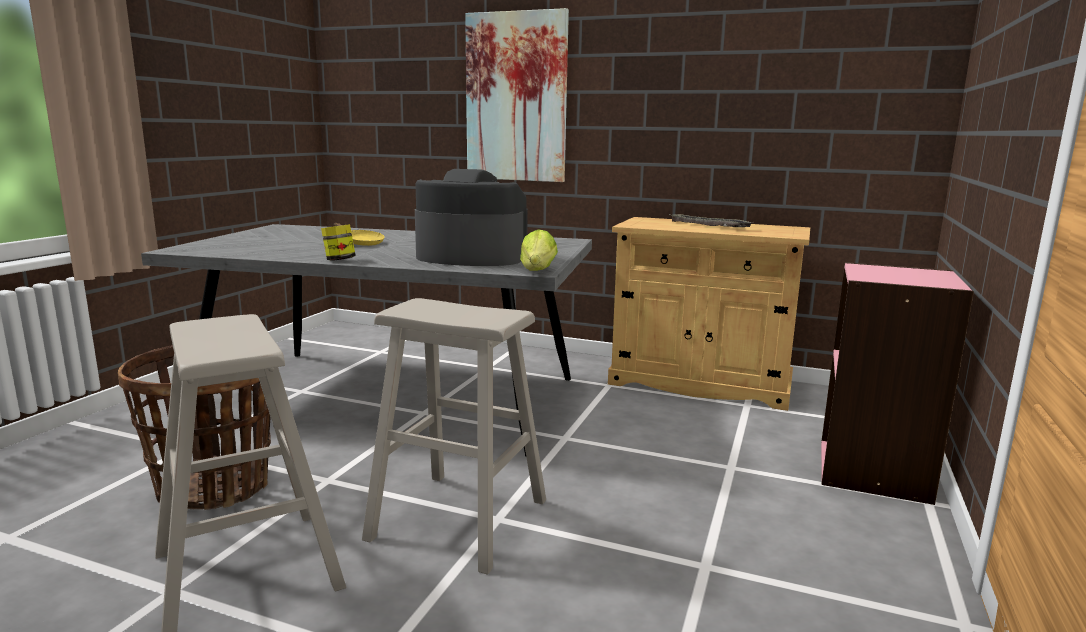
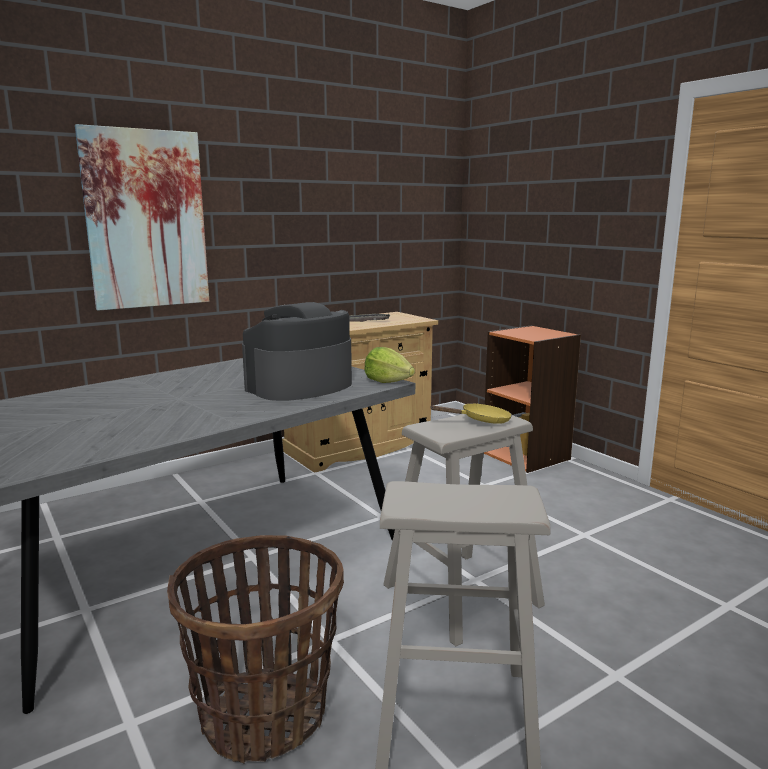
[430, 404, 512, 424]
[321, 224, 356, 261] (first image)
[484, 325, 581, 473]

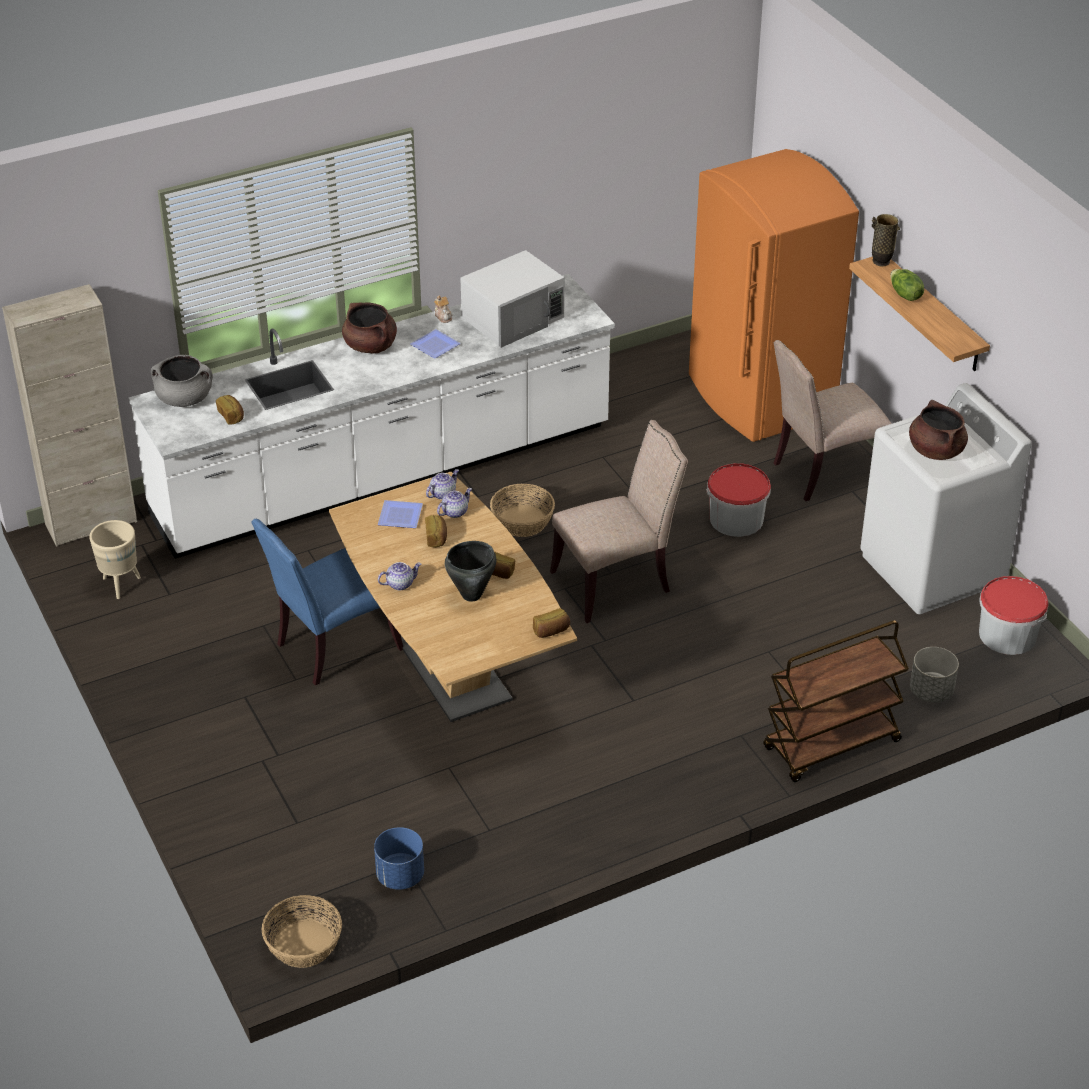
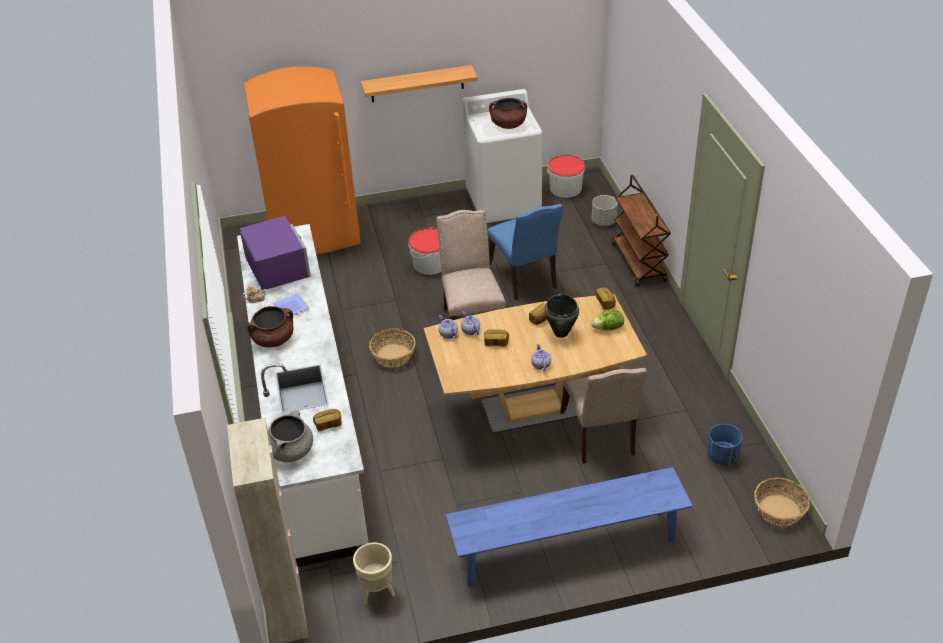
[872, 214, 900, 266] (first image)
[240, 216, 311, 291]
[591, 310, 624, 330]
[560, 365, 647, 464]
[378, 500, 423, 528] (first image)
[487, 204, 563, 300]
[446, 467, 693, 587]

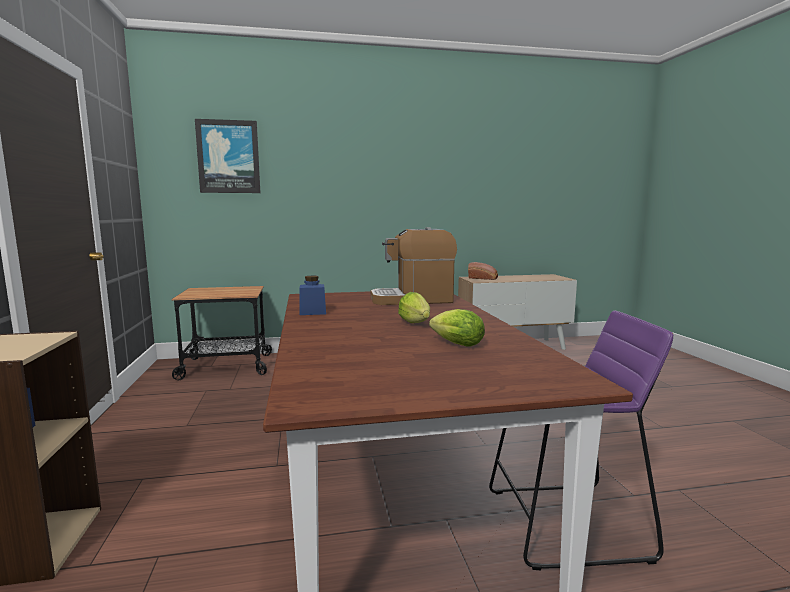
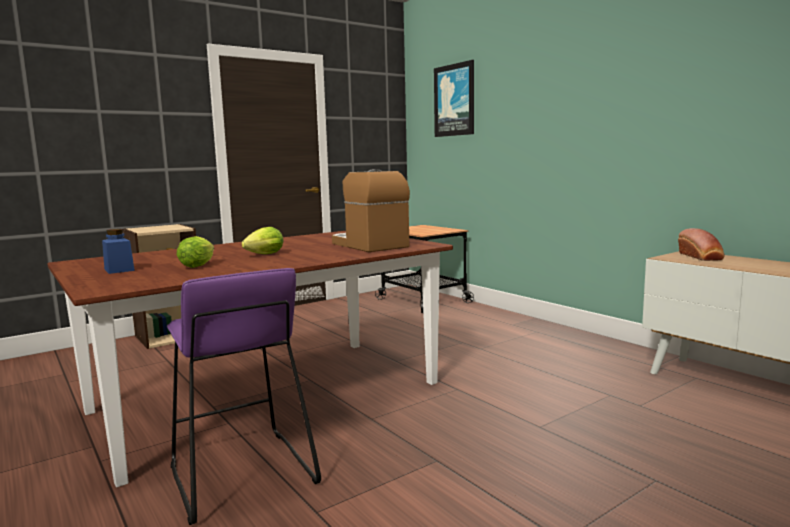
[102, 229, 135, 274]

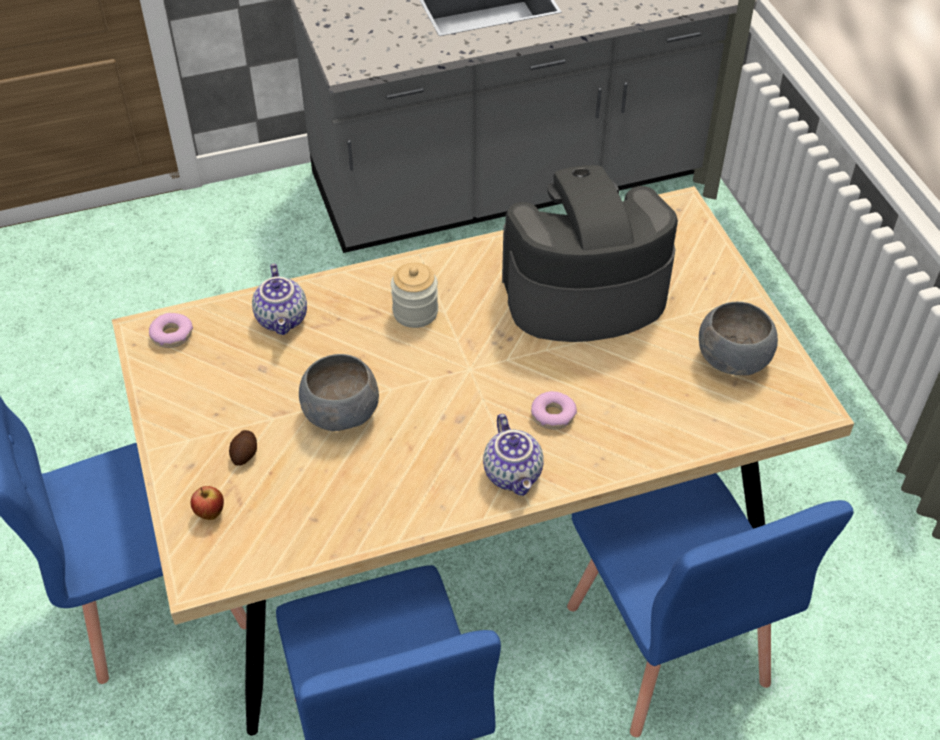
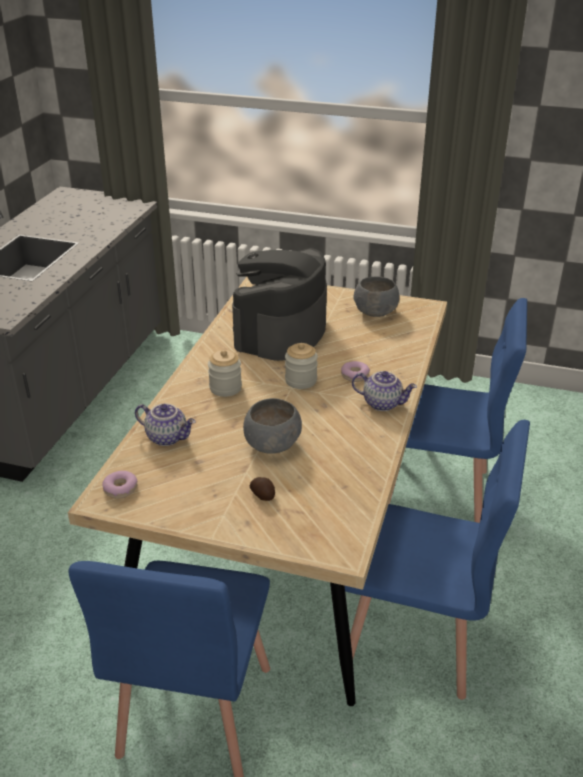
[191, 486, 224, 520] (first image)
[285, 343, 318, 389]

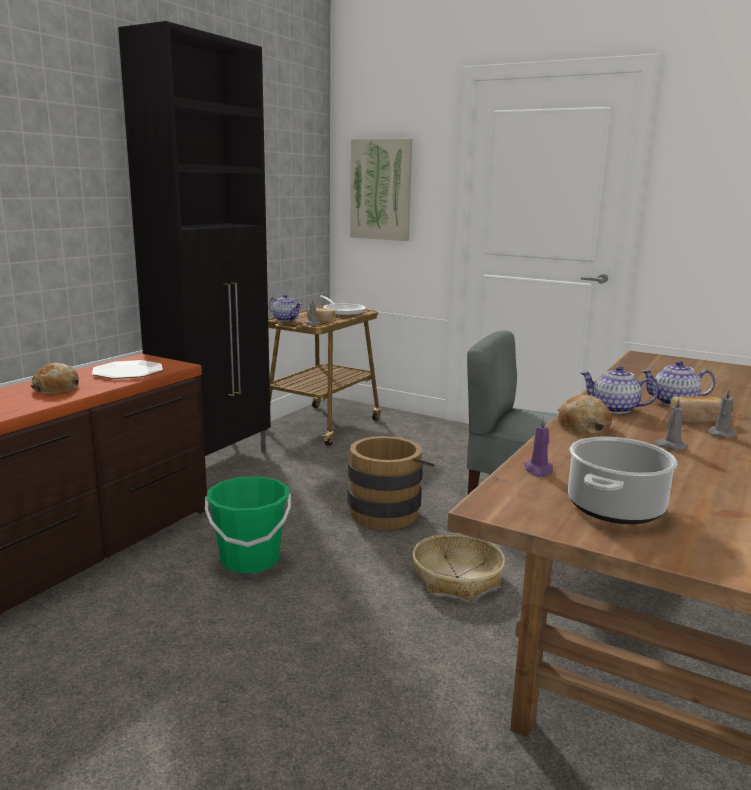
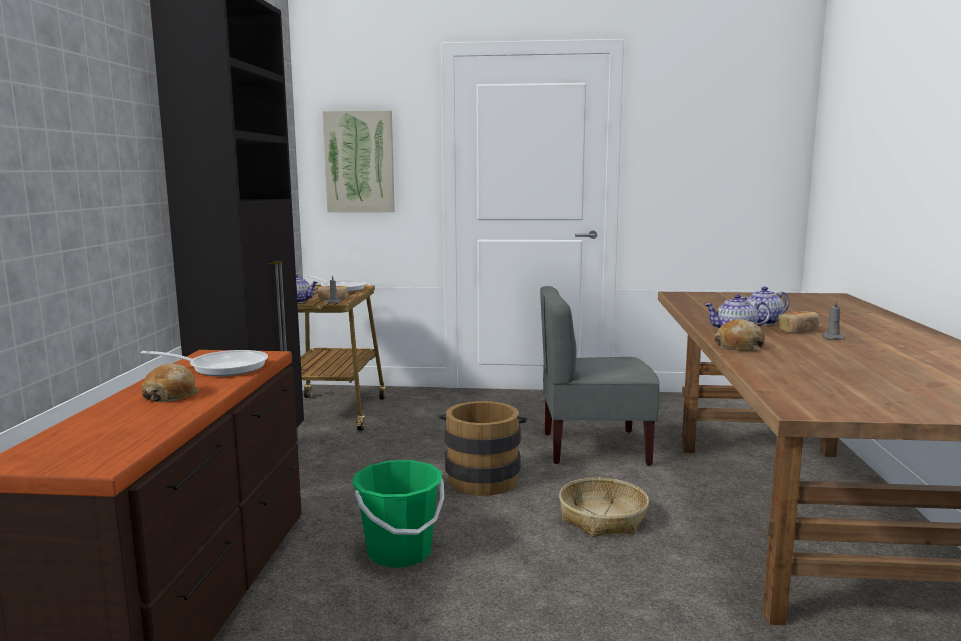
[141, 350, 268, 376]
[654, 398, 688, 450] (first image)
[524, 416, 553, 477] (first image)
[568, 437, 677, 524] (first image)

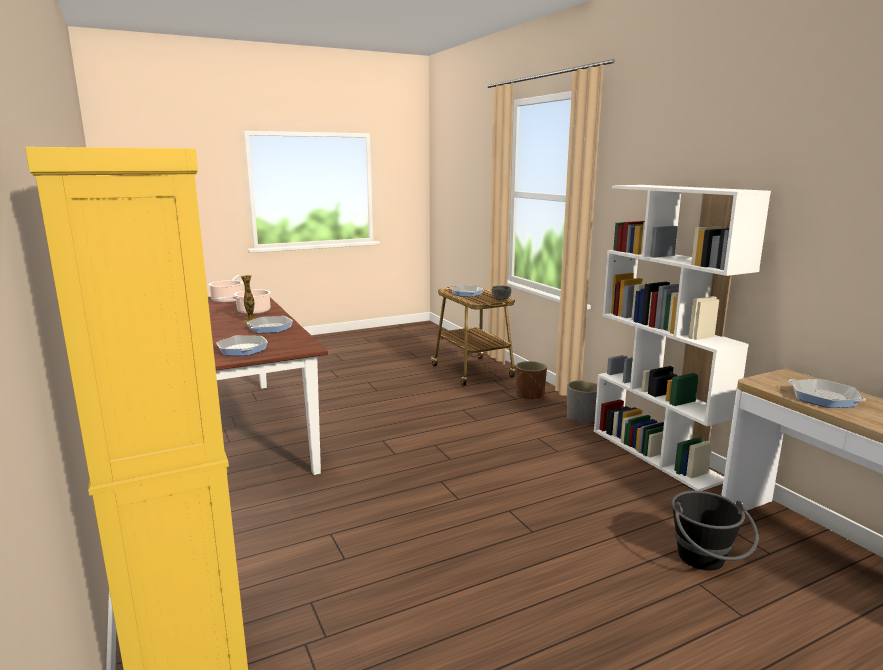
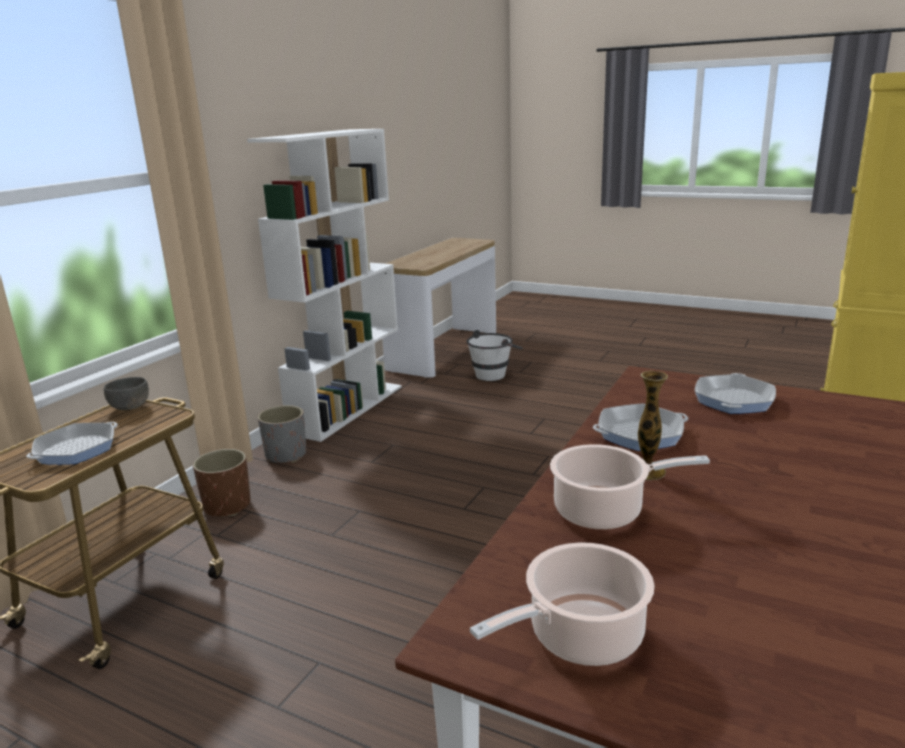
[788, 379, 866, 408] (first image)
[467, 330, 523, 381]

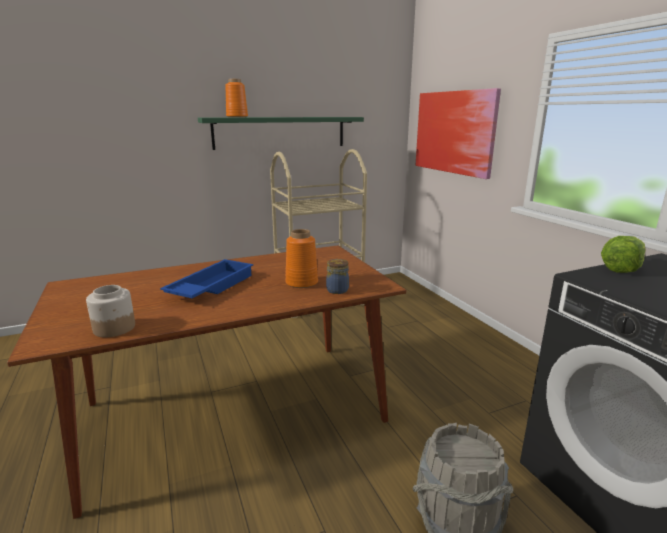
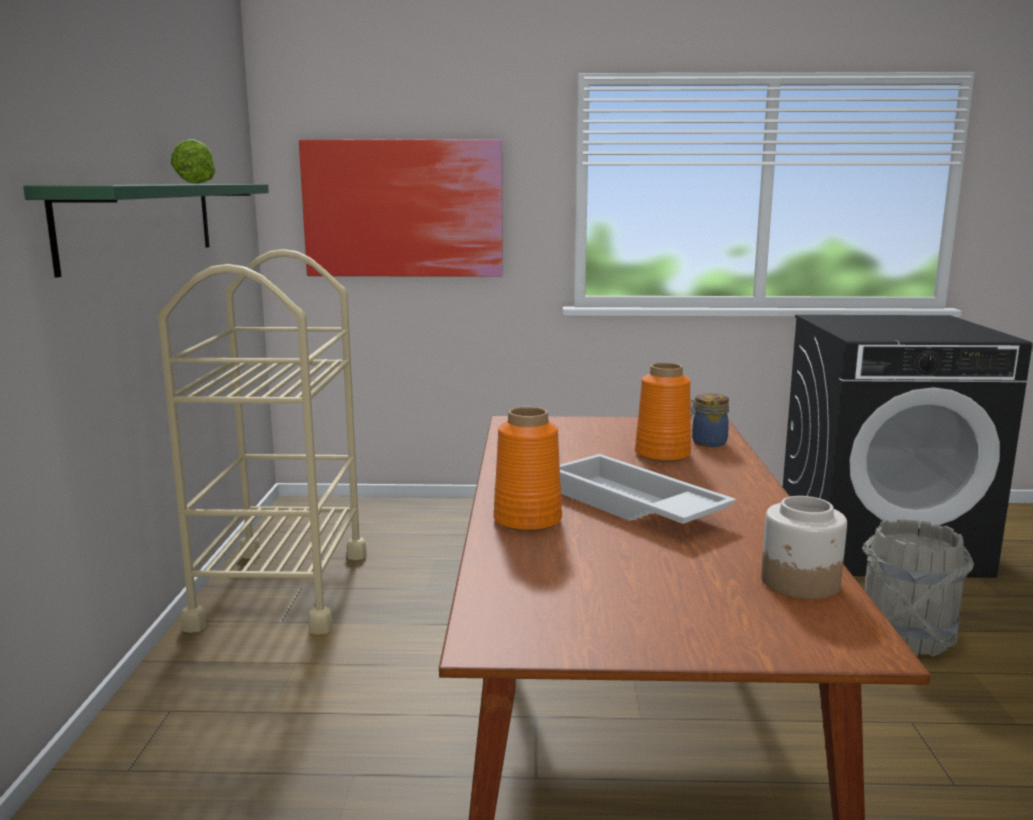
[493, 407, 562, 531]
[171, 139, 216, 184]
[560, 454, 736, 524]

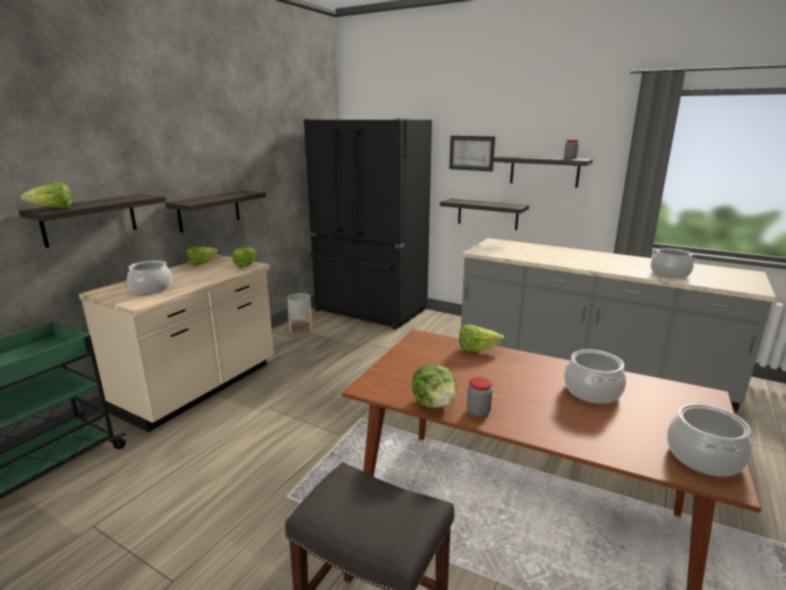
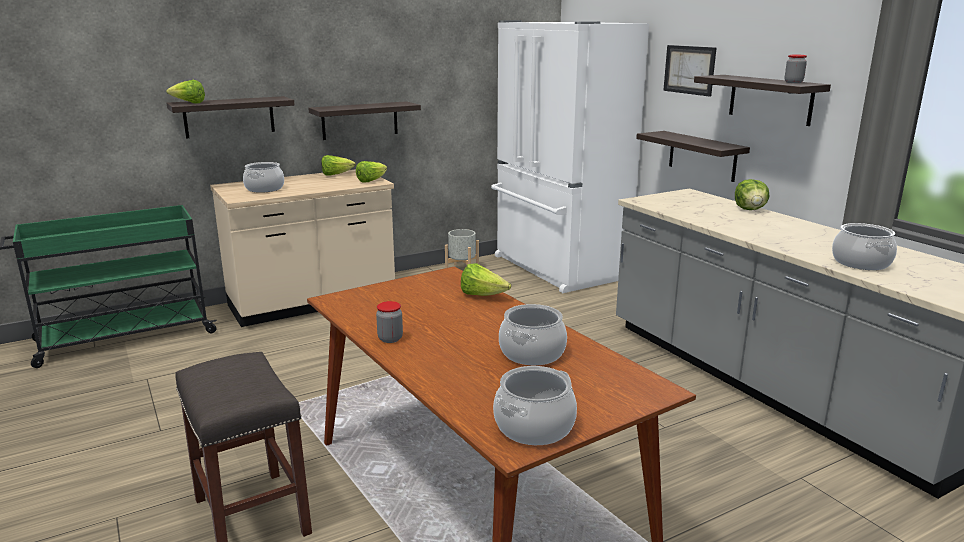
[491, 20, 649, 293]
[735, 179, 770, 210]

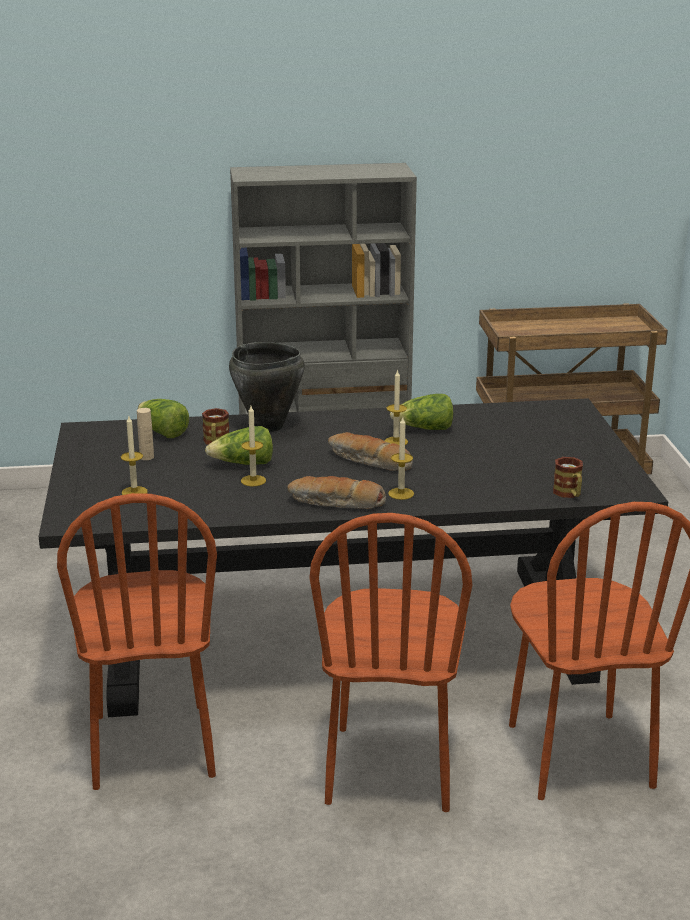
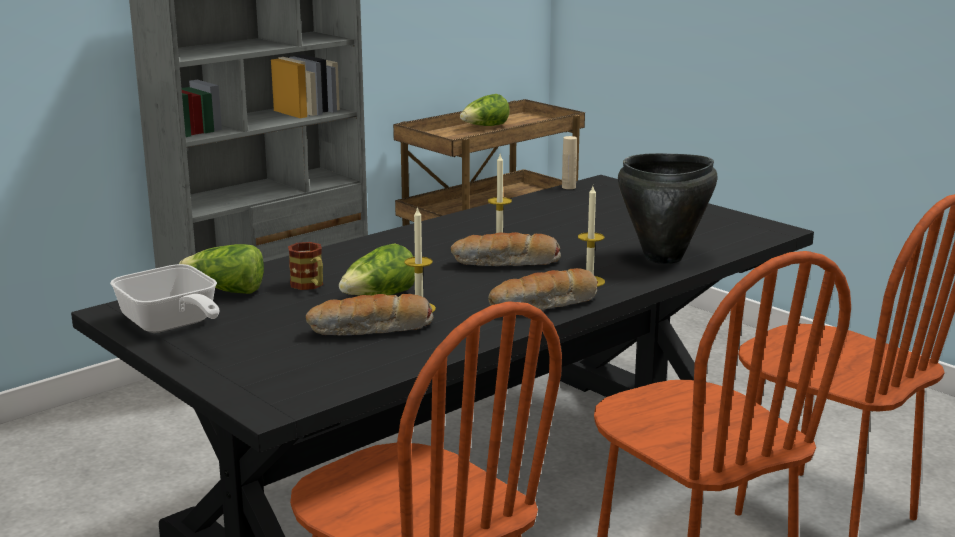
[618, 153, 718, 264]
[460, 94, 510, 126]
[562, 136, 577, 189]
[121, 416, 148, 495] (first image)
[553, 457, 583, 498] (first image)
[110, 264, 219, 333]
[306, 294, 433, 335]

